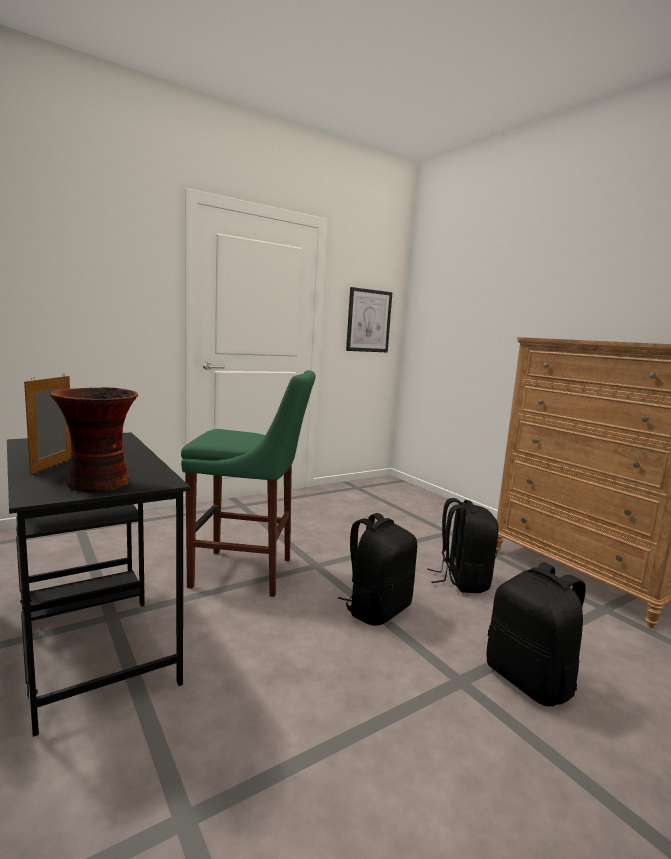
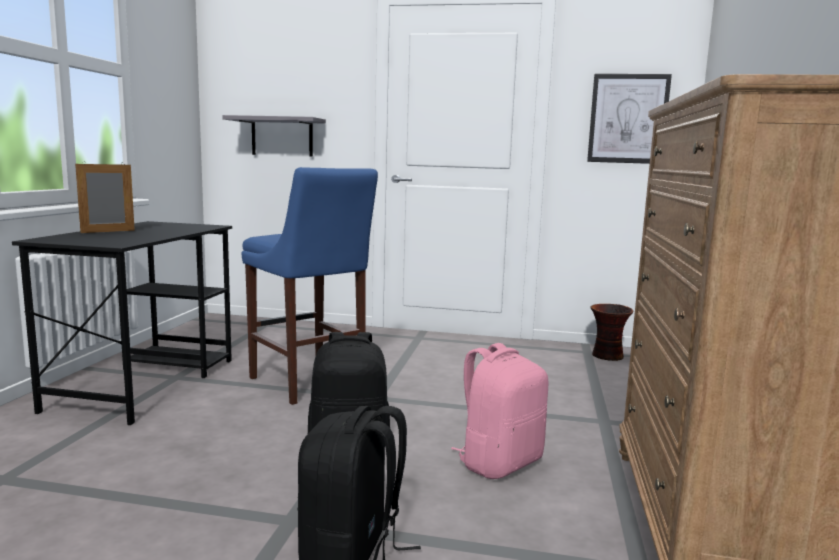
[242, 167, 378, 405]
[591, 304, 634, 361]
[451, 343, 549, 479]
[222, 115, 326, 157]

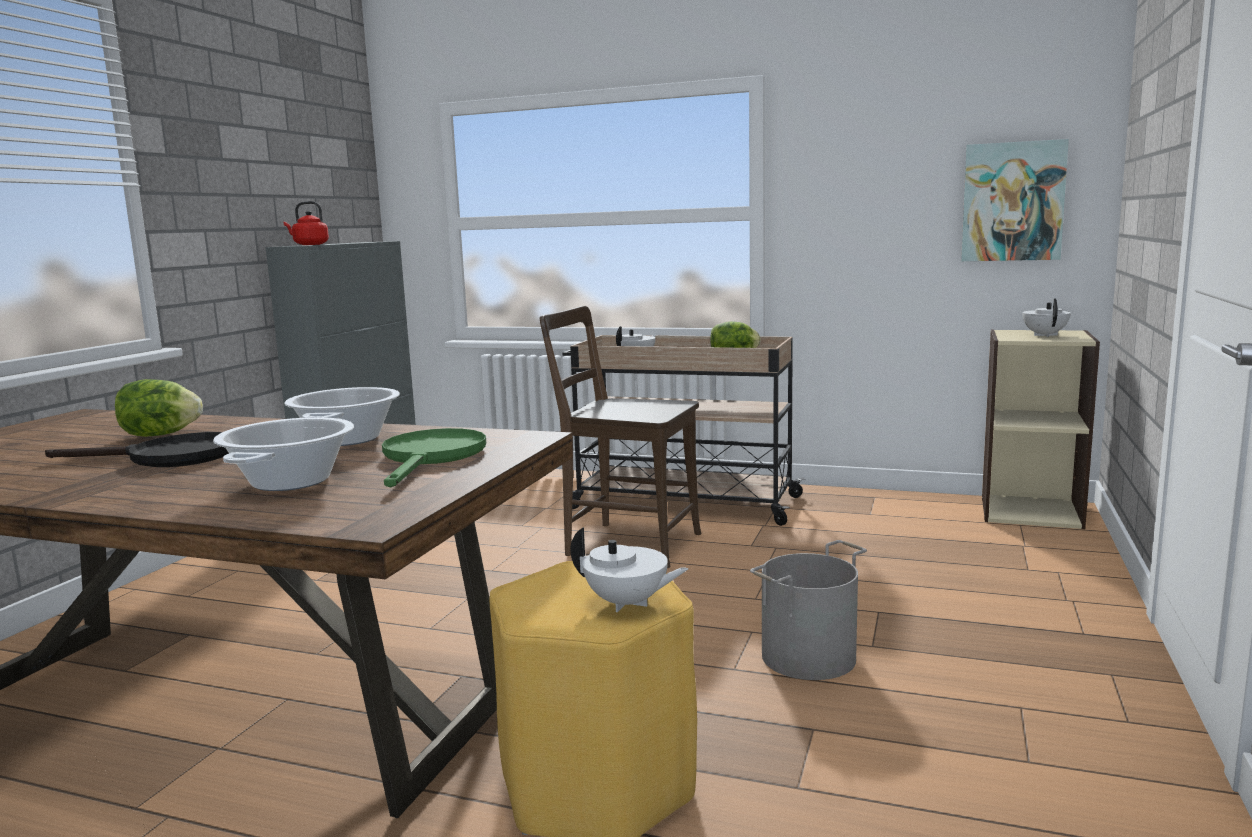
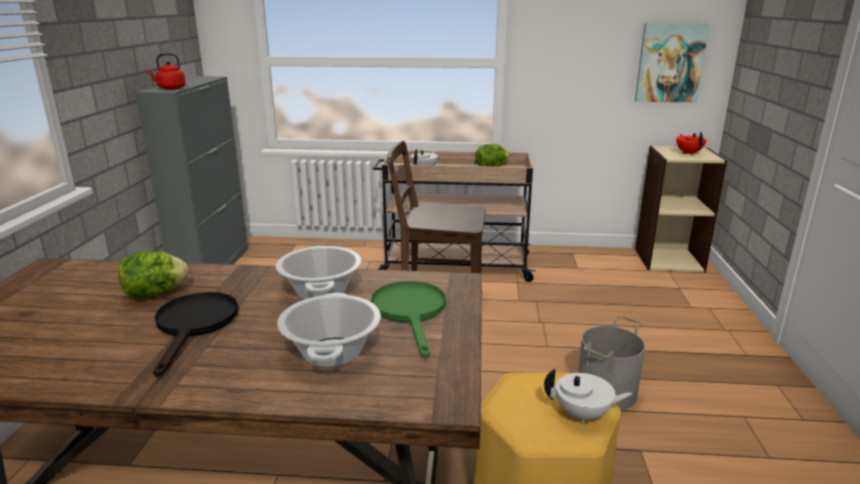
[676, 132, 707, 155]
[153, 292, 239, 377]

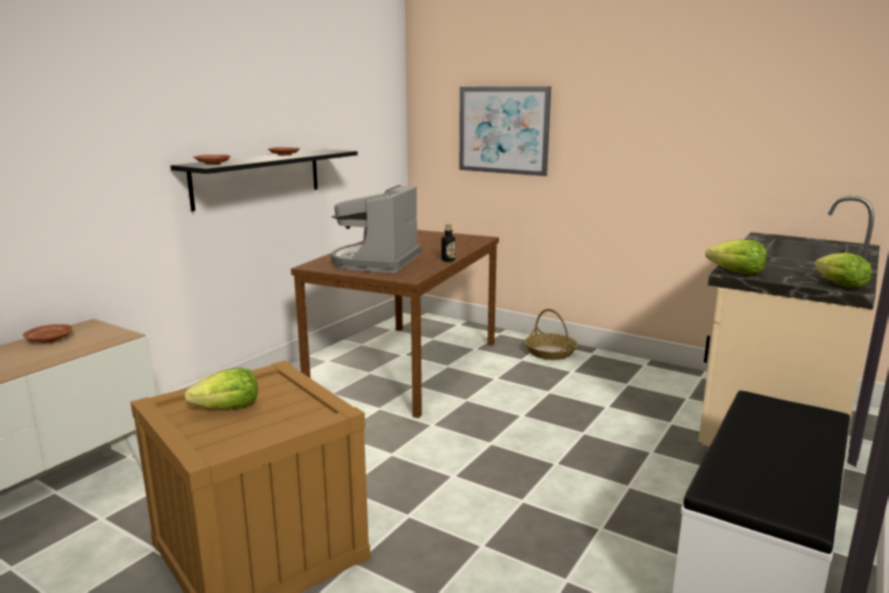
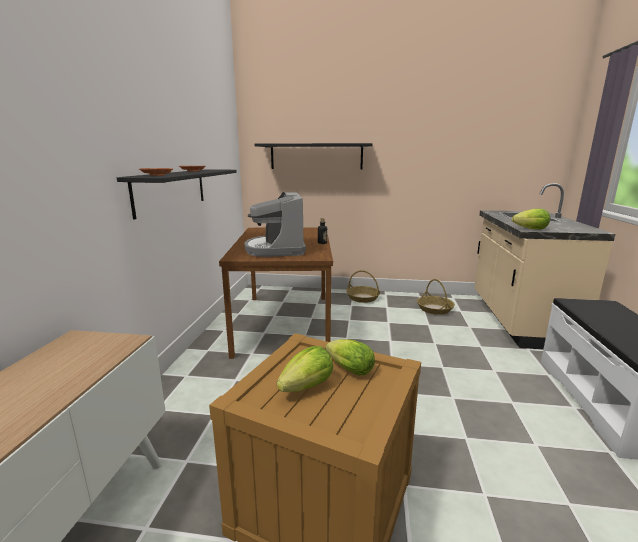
[254, 143, 373, 169]
[325, 339, 375, 375]
[23, 324, 72, 343] (first image)
[417, 279, 455, 315]

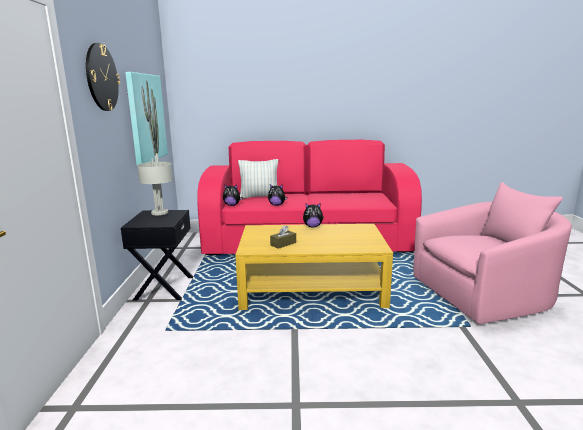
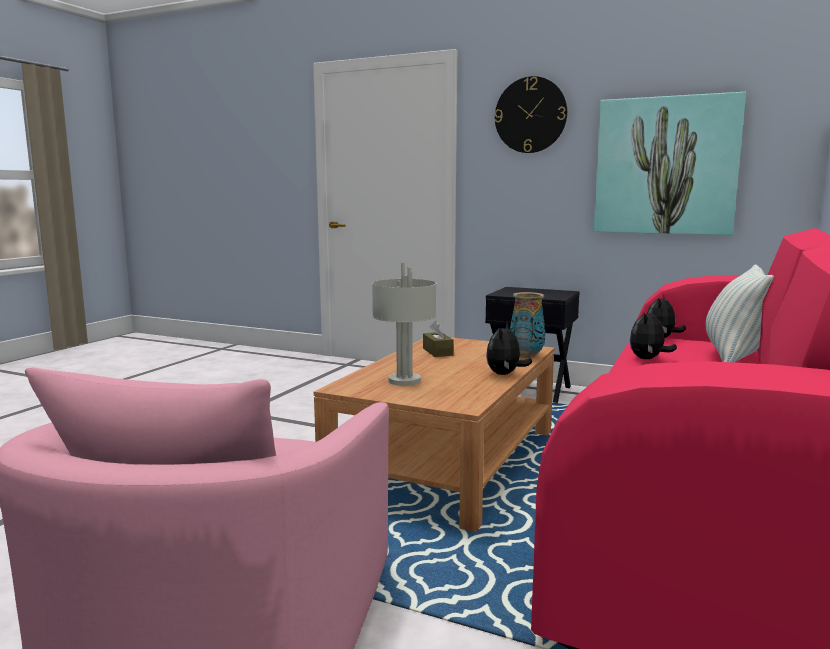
[372, 262, 436, 386]
[314, 337, 555, 532]
[510, 292, 546, 358]

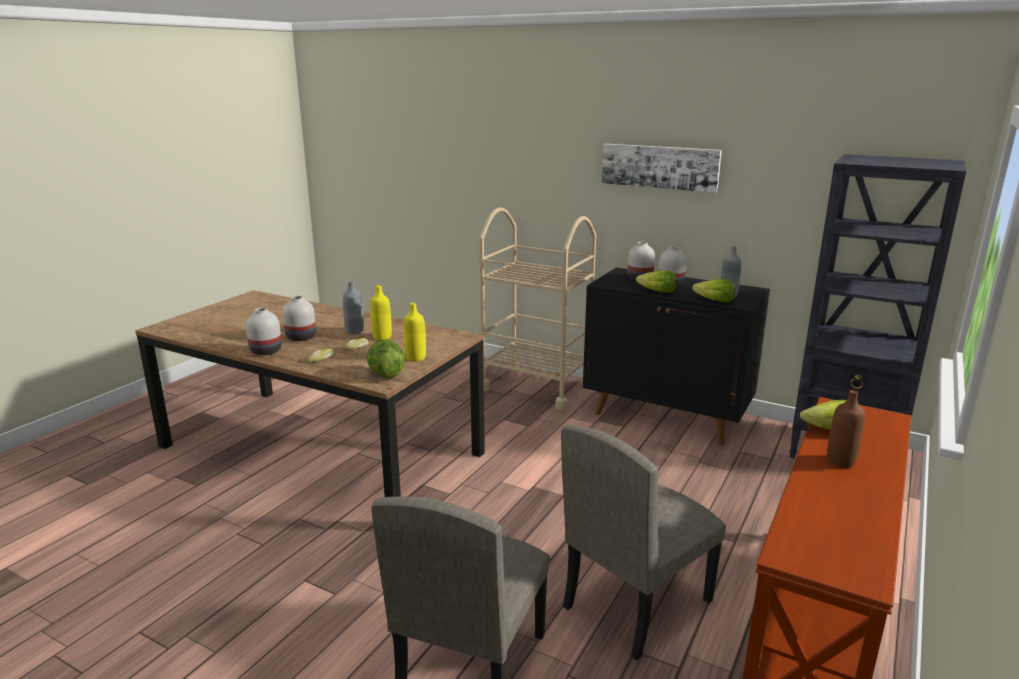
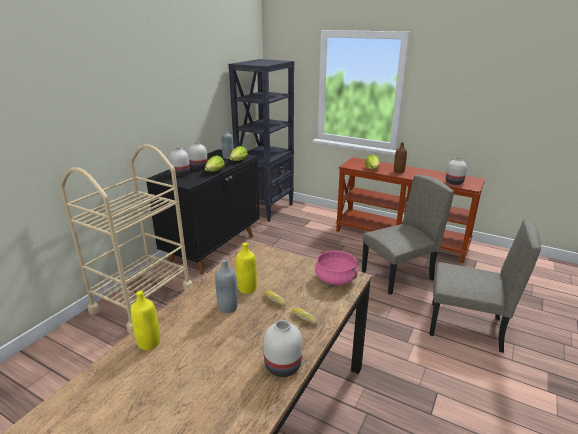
[602, 144, 722, 193] (first image)
[446, 158, 467, 185]
[131, 291, 160, 351]
[315, 250, 358, 285]
[362, 175, 454, 294]

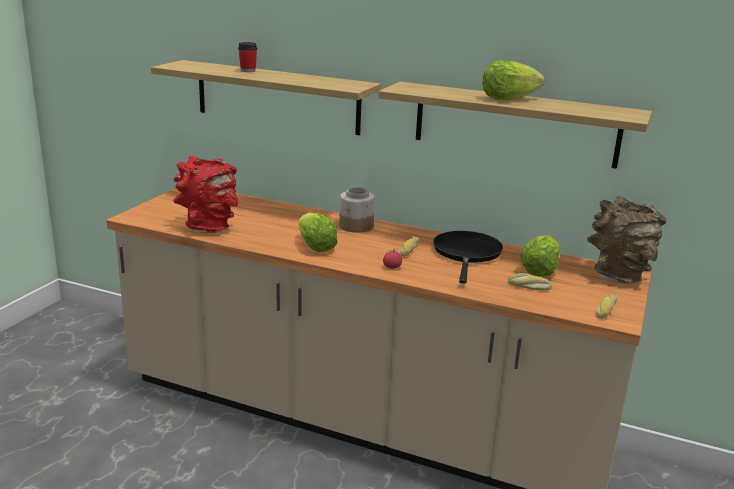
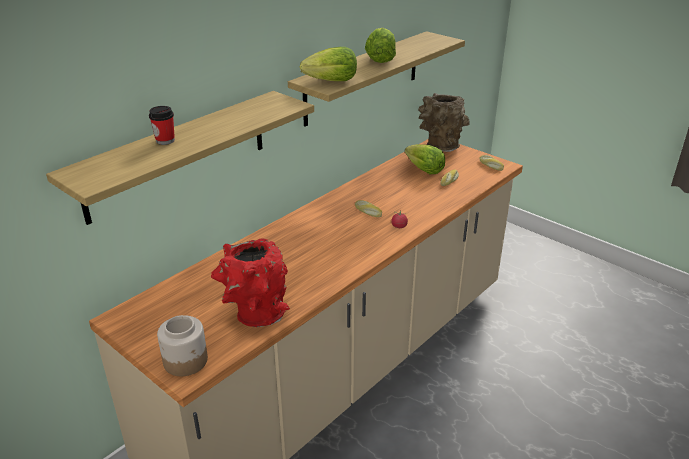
[157, 315, 208, 376]
[300, 47, 357, 81]
[433, 231, 503, 284] (first image)

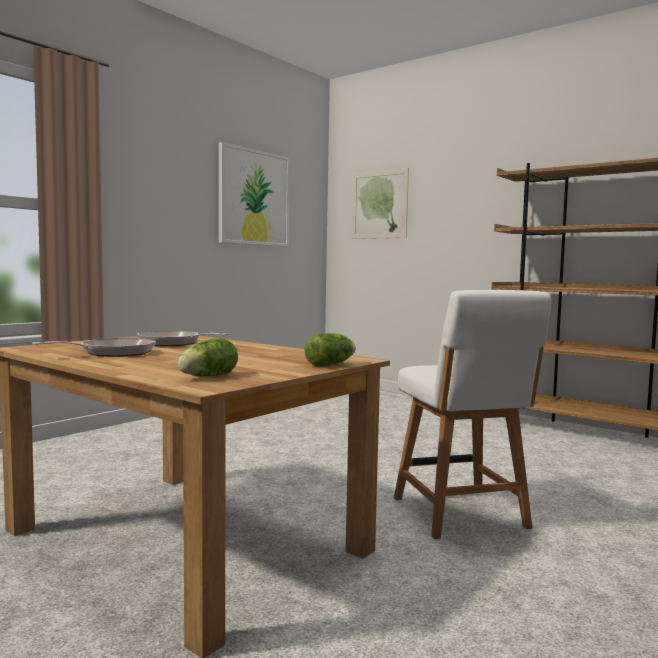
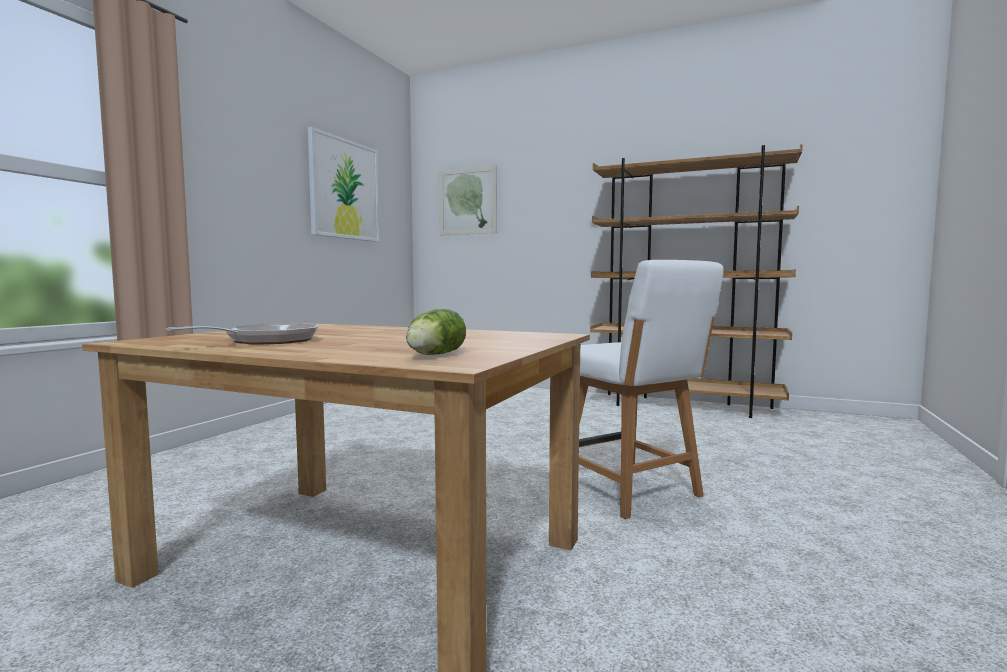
[138, 331, 229, 347] (first image)
[305, 333, 356, 367] (first image)

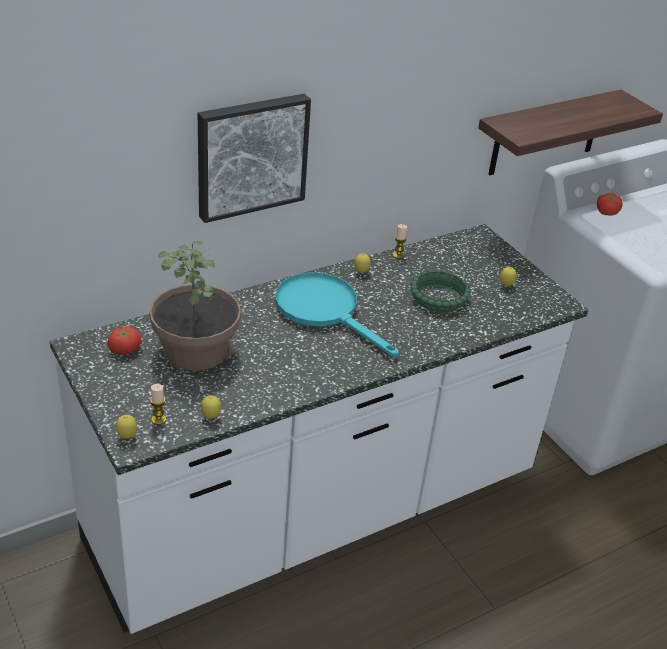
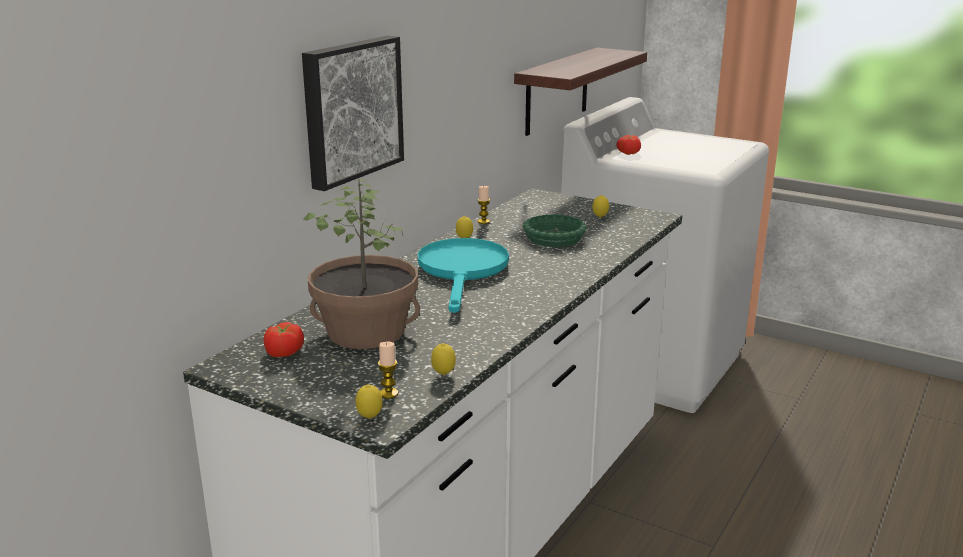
[418, 238, 509, 313]

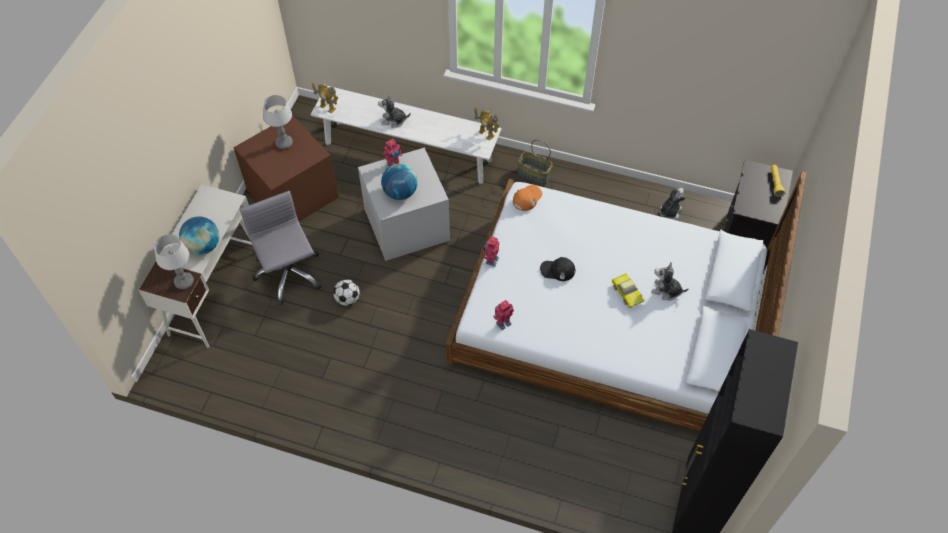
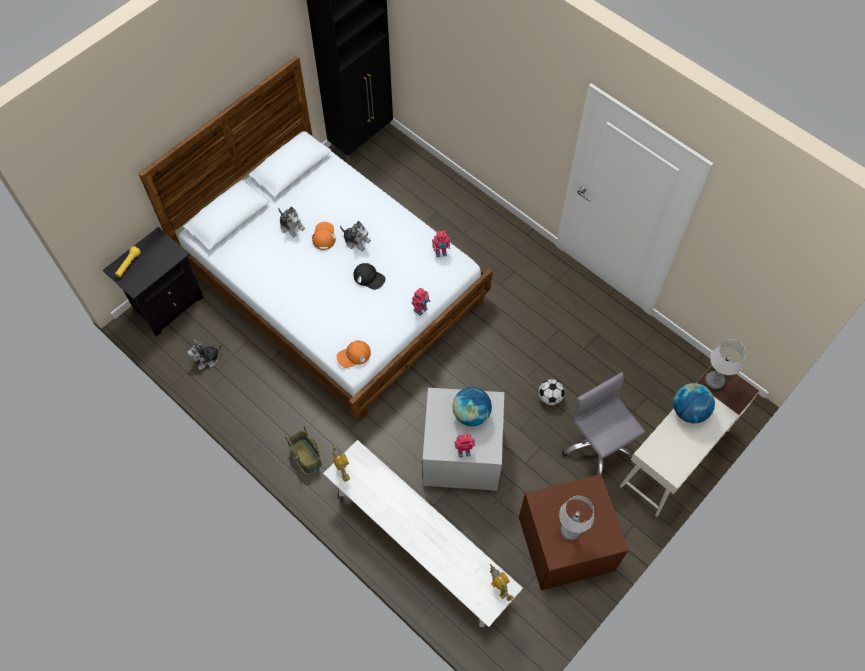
[340, 221, 371, 252]
[562, 372, 645, 475]
[312, 222, 336, 250]

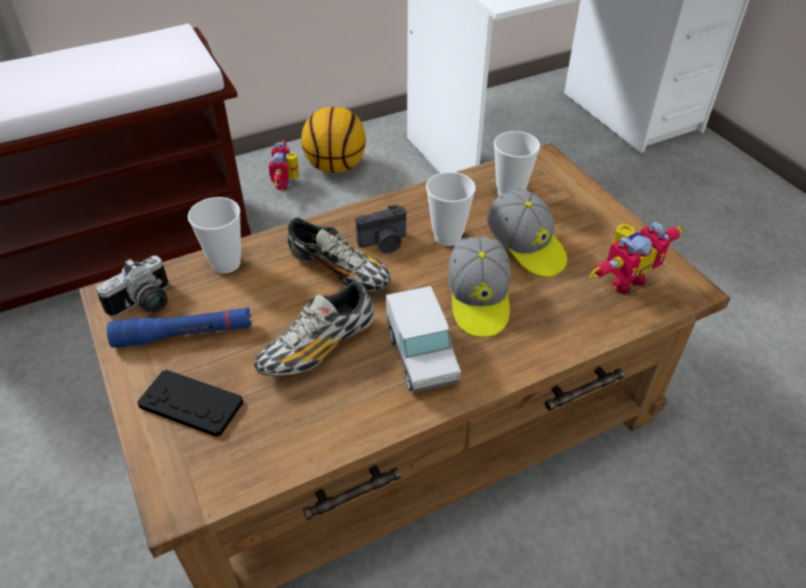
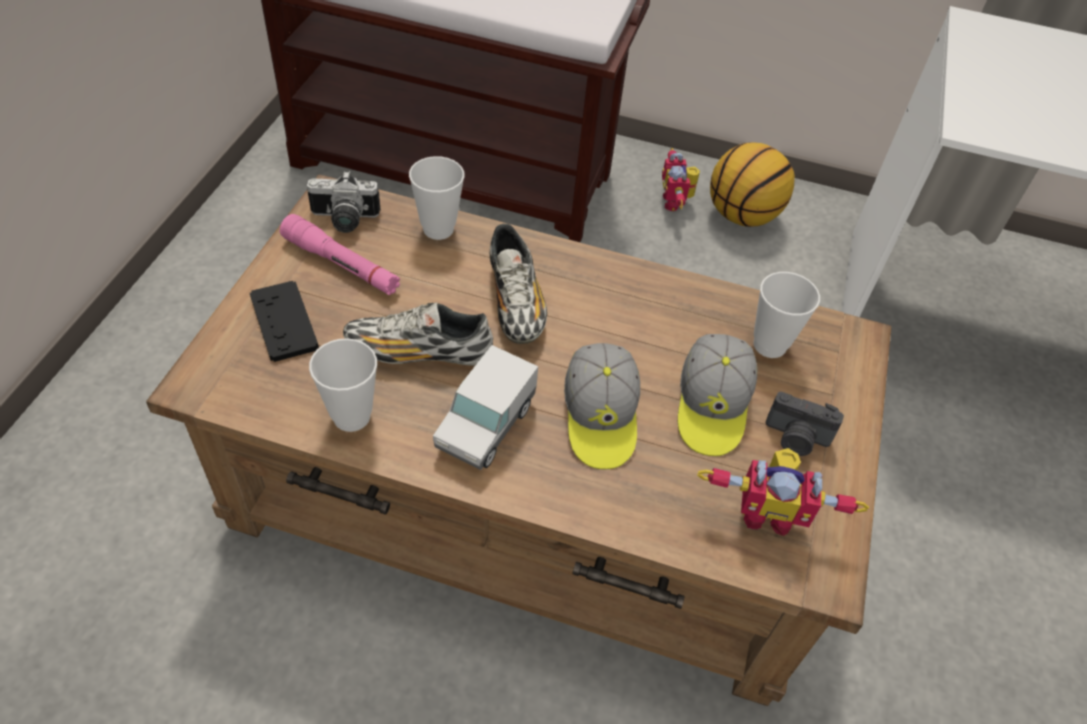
[662, 148, 700, 211]
[309, 338, 377, 432]
[766, 392, 844, 456]
[564, 343, 640, 470]
[280, 214, 400, 295]

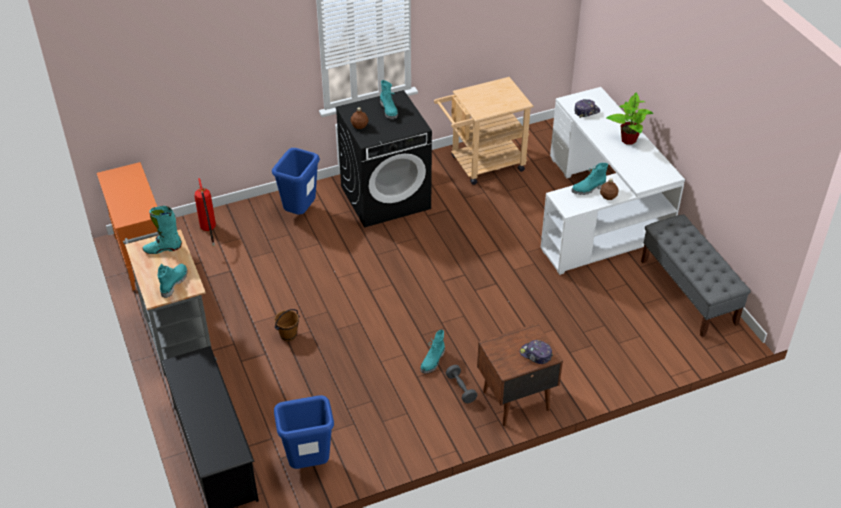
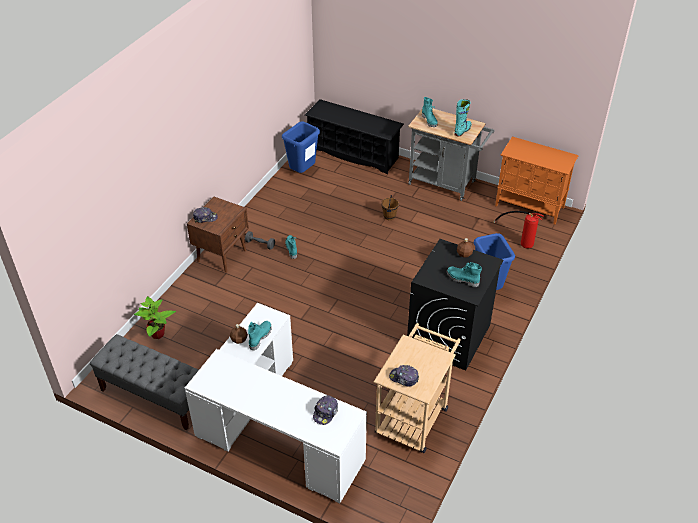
[134, 296, 176, 339]
[389, 365, 419, 386]

